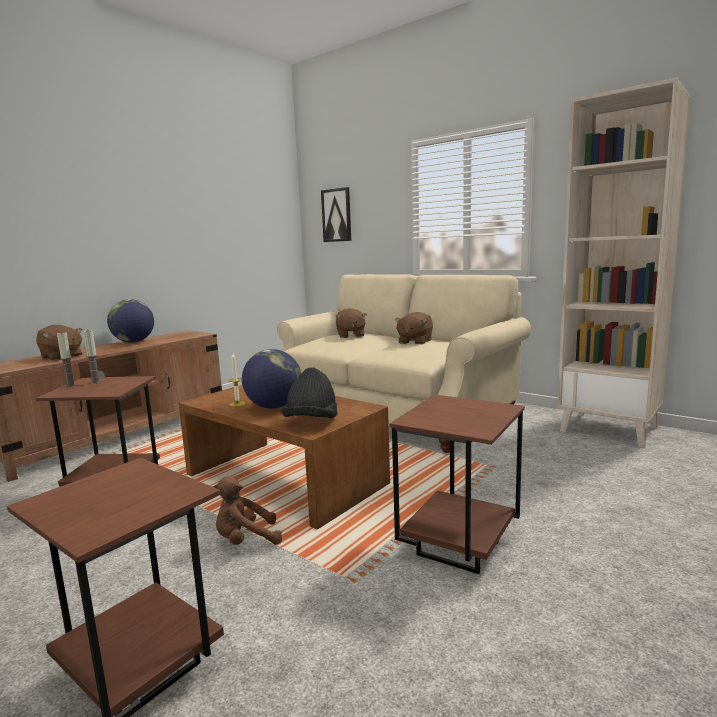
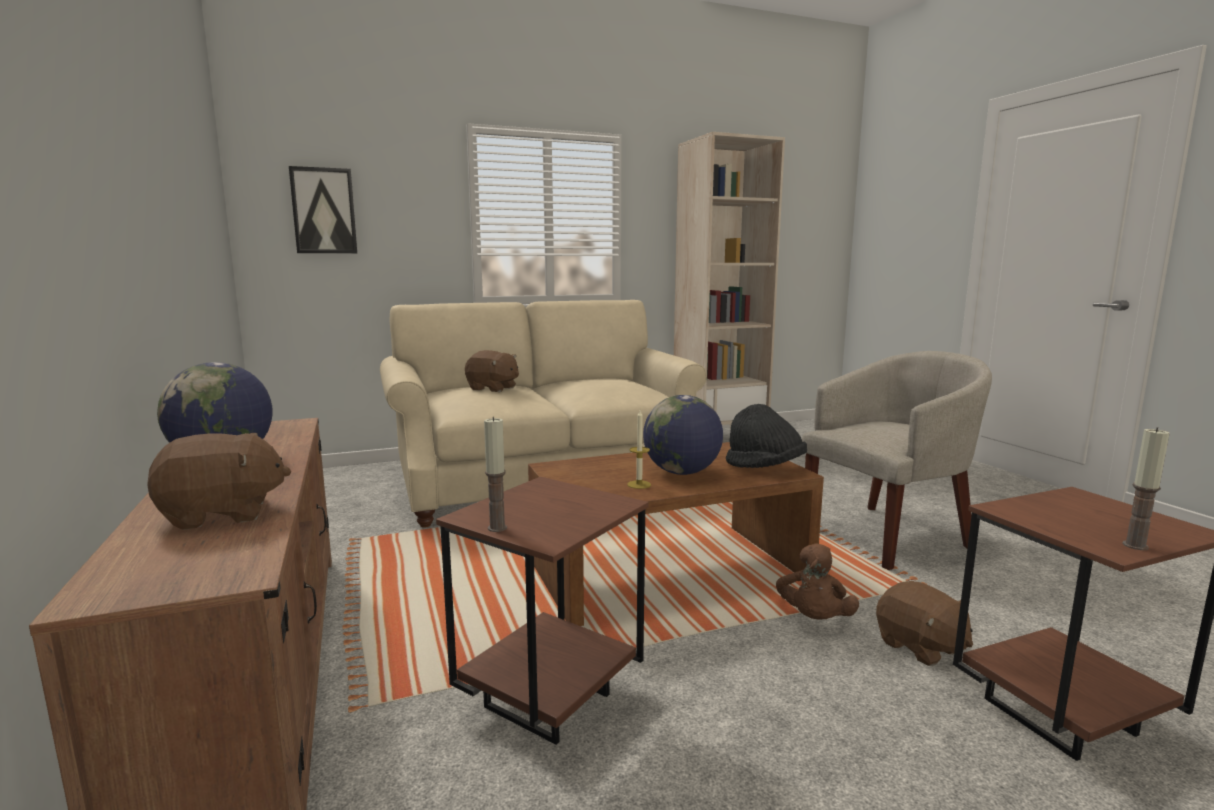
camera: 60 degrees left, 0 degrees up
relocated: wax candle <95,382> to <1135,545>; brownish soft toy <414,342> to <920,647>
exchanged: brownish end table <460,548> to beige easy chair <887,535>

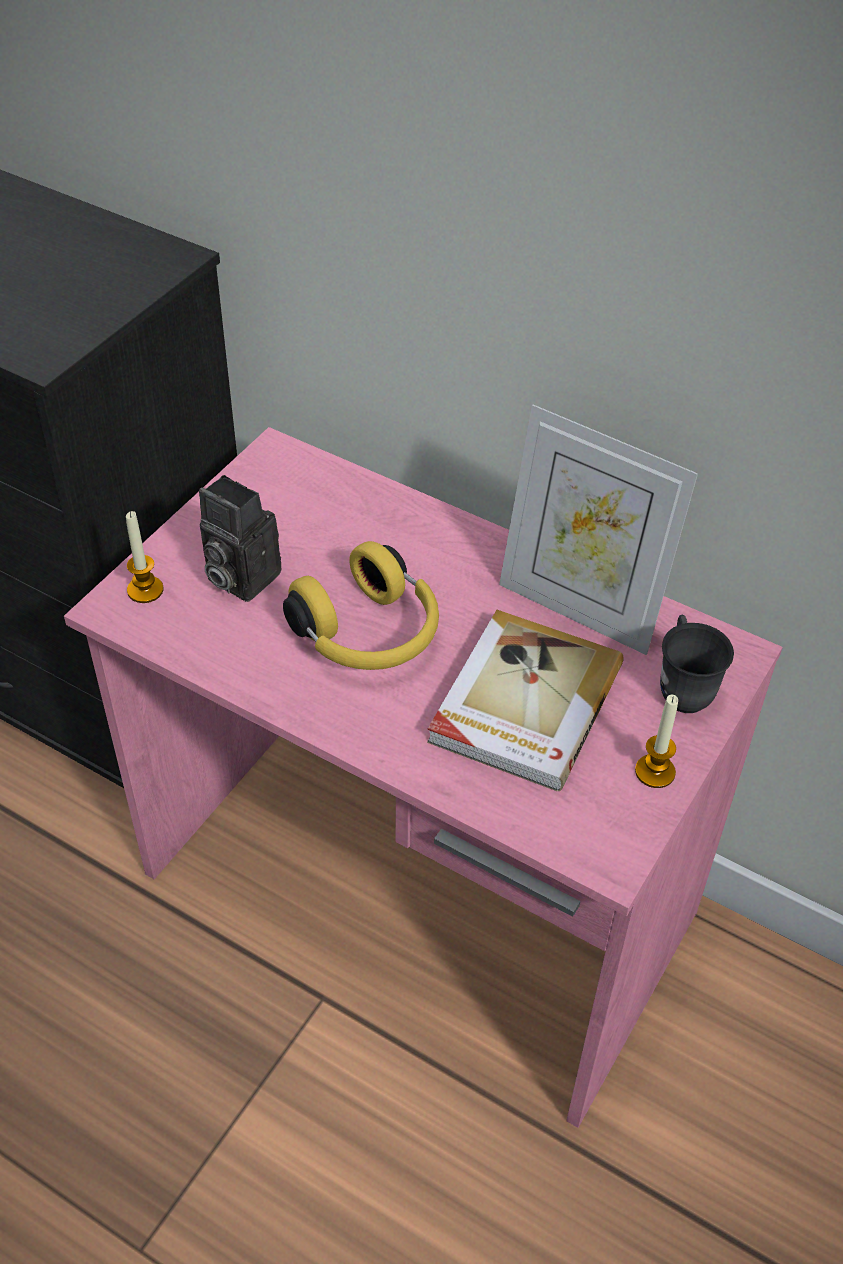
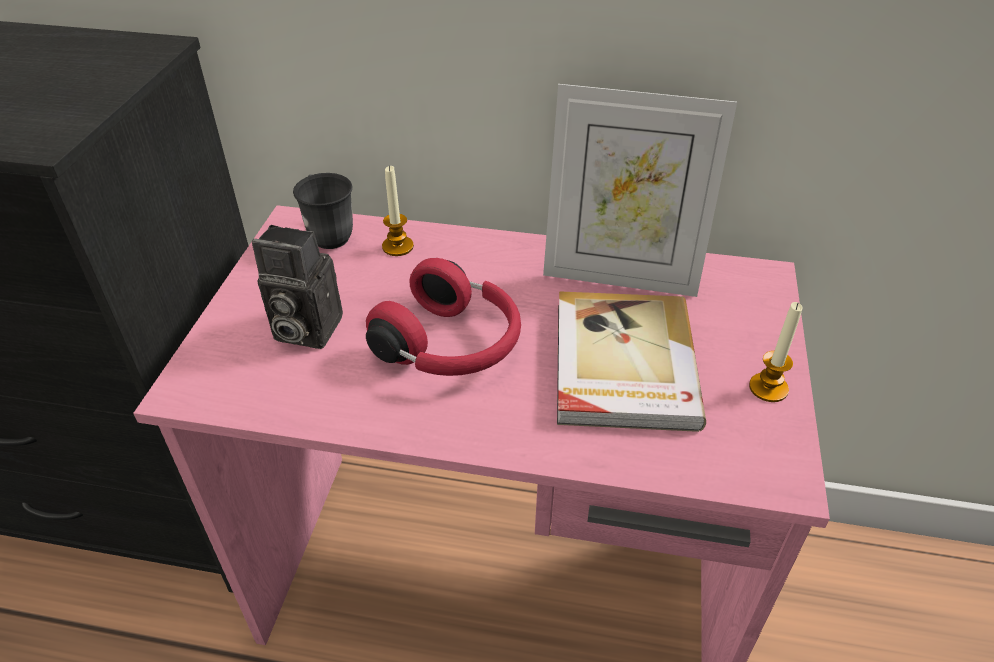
camera: 20 degrees left, 5 degrees down
relocated: wax candle <145,590> to <397,246>; grey tea mug <683,687> to <328,233>
colour: yellowish headset <369,635> to reddish headset <451,346>

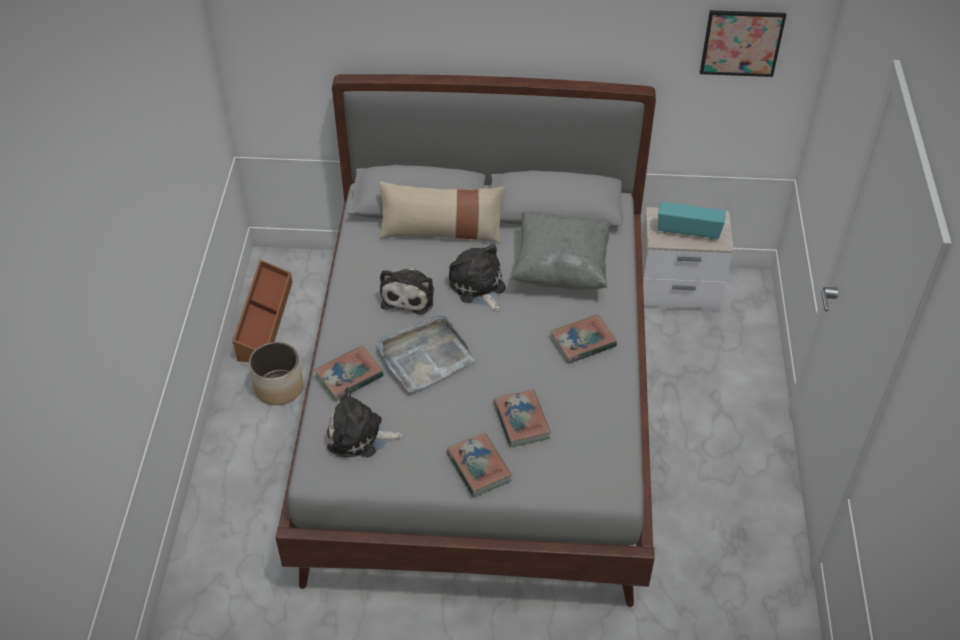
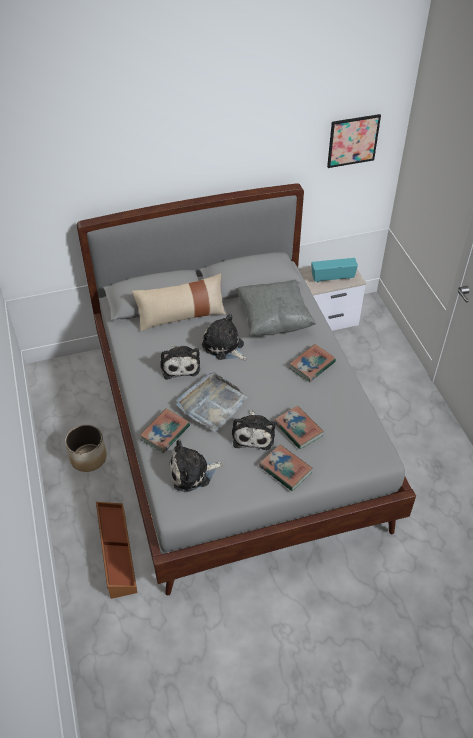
camera: 20 degrees left, 0 degrees up
appeared: soft toy <253,434>
relocated: brownish storage box <264,320> to <116,552>

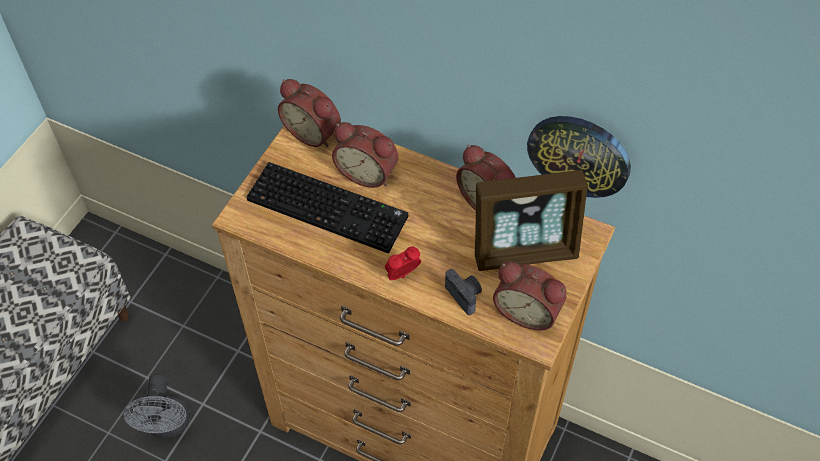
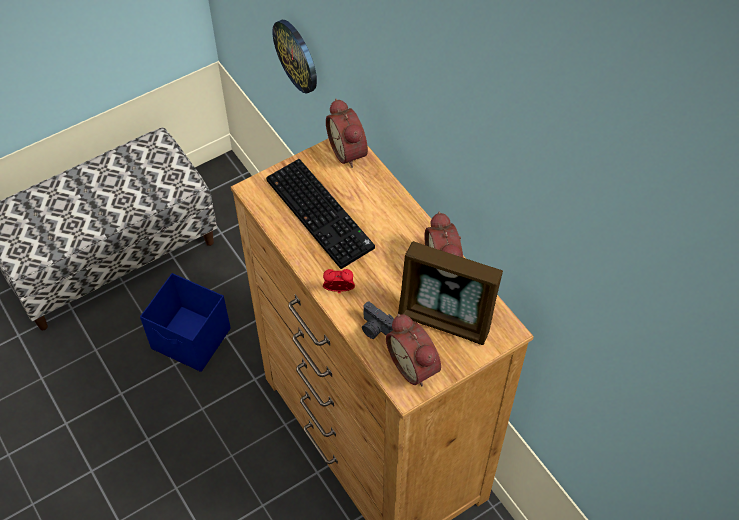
camera: 30 degrees right, 0 degrees up
missing: table clock <368,172>
relocated: hanging clock <579,155> to <296,55>
exchanged: grey fan <168,426> to blue-coloured storage box <192,340>
spun: photo camera <465,295> = <375,329> 135 degrees clockwise

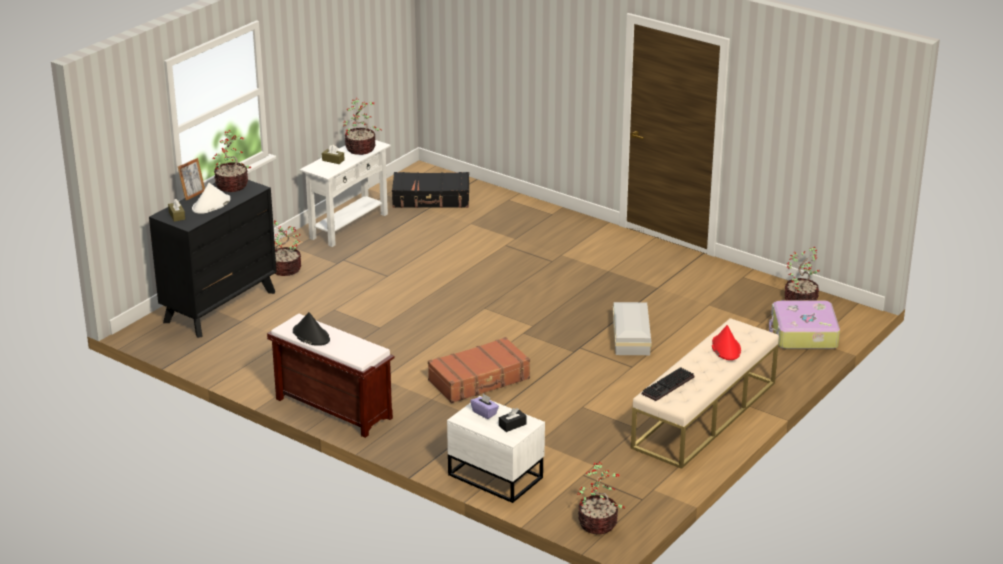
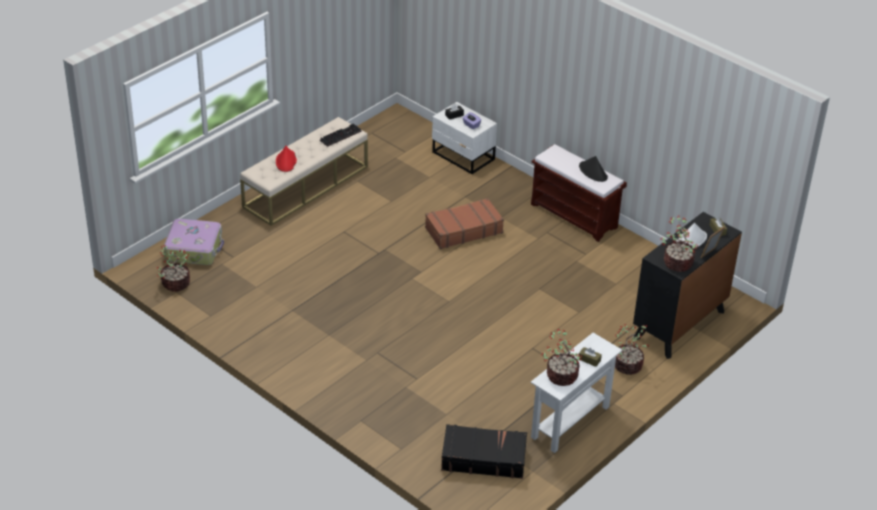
camera: 175 degrees left, 10 degrees up
missing: potted plant <599,524>; white storage box <632,336>

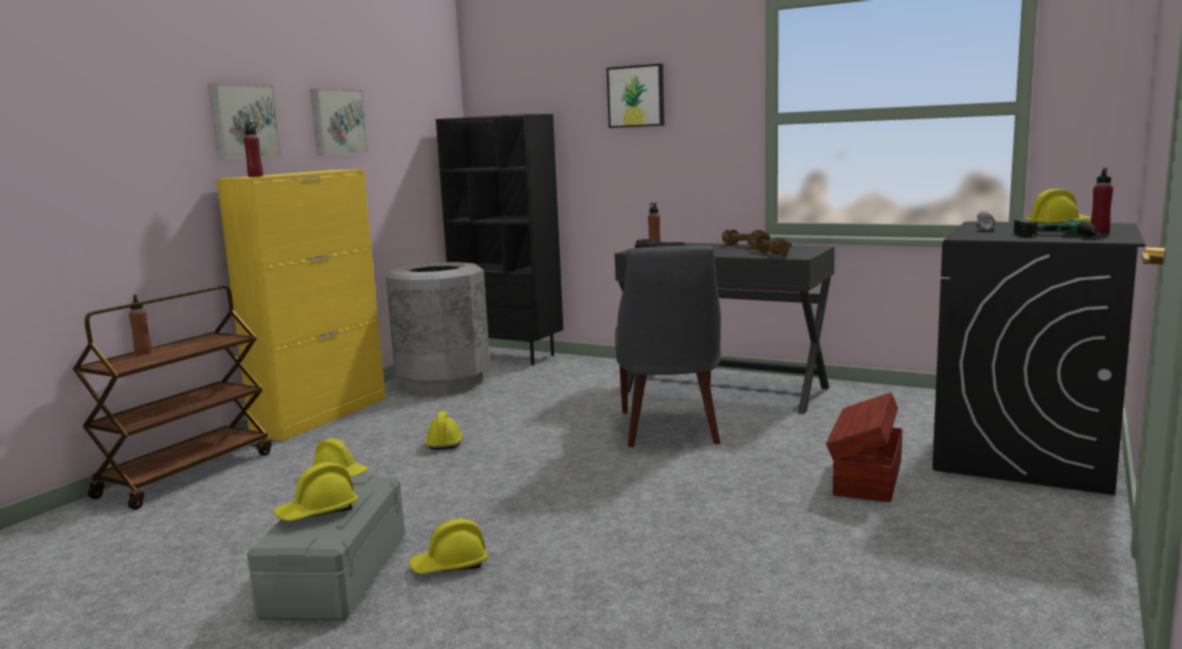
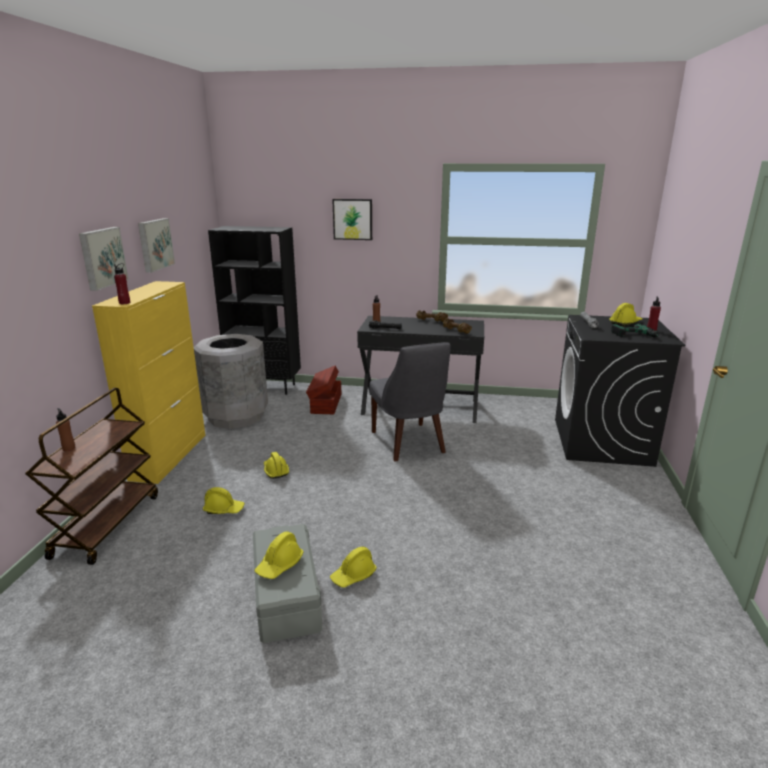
camera: 20 degrees left, 10 degrees up
relocated: brownish storage box <866,477> to <325,403>

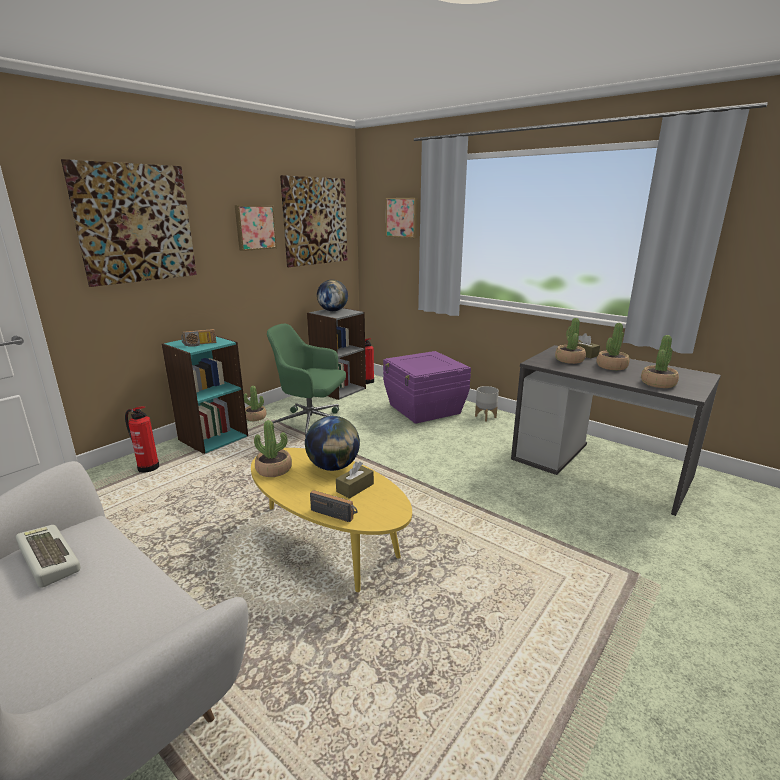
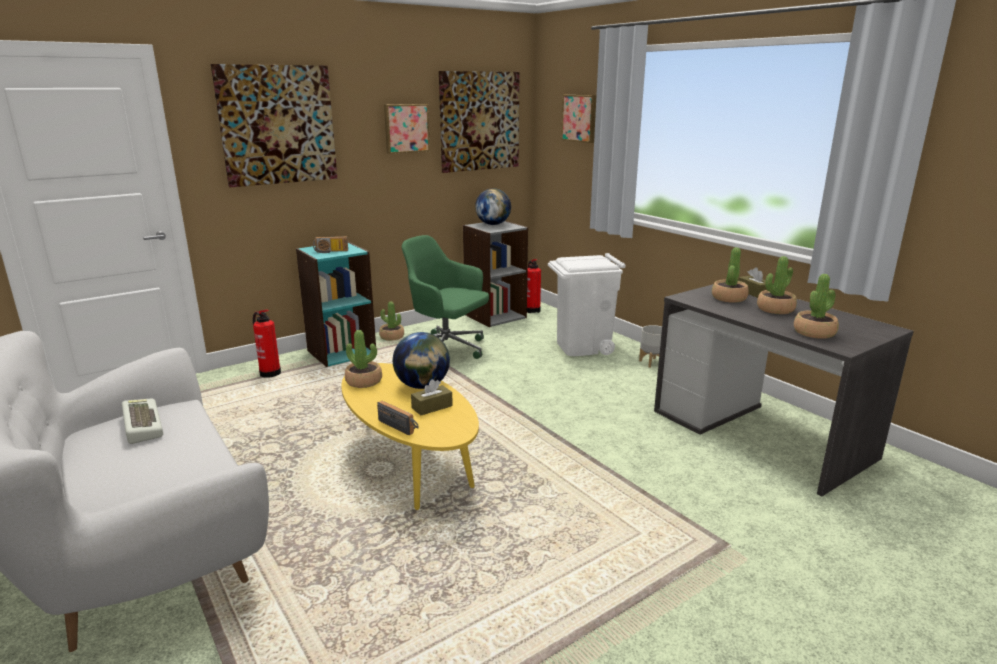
camera: 15 degrees right, 0 degrees up
exchanged: purple-coloured storage box <424,409> to white rubbish bin <582,347>

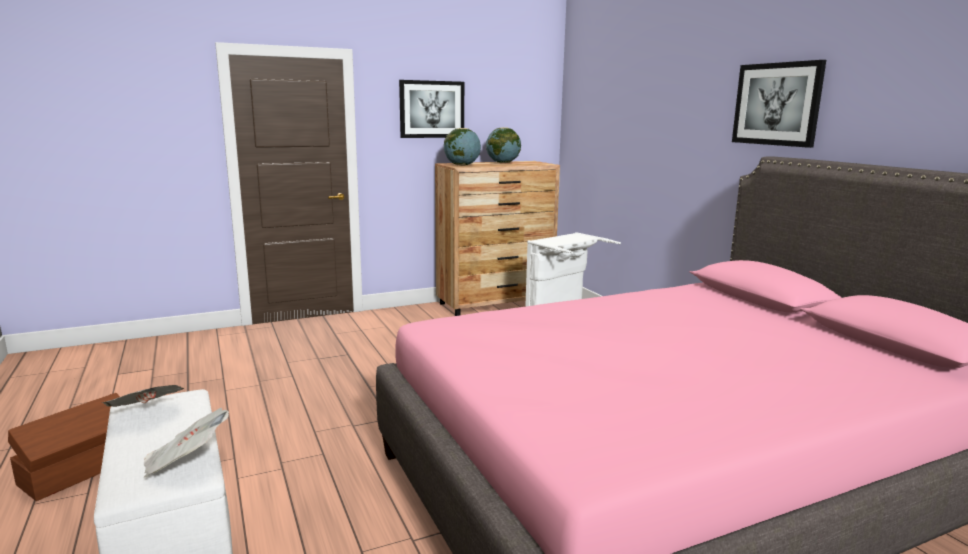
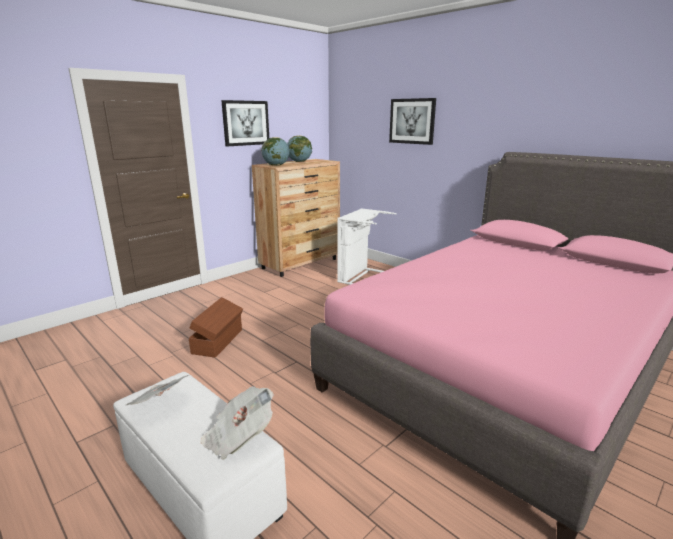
camera: 20 degrees left, 5 degrees up
relocated: brownish storage box <83,470> to <218,341>; picture <777,104> to <412,121>

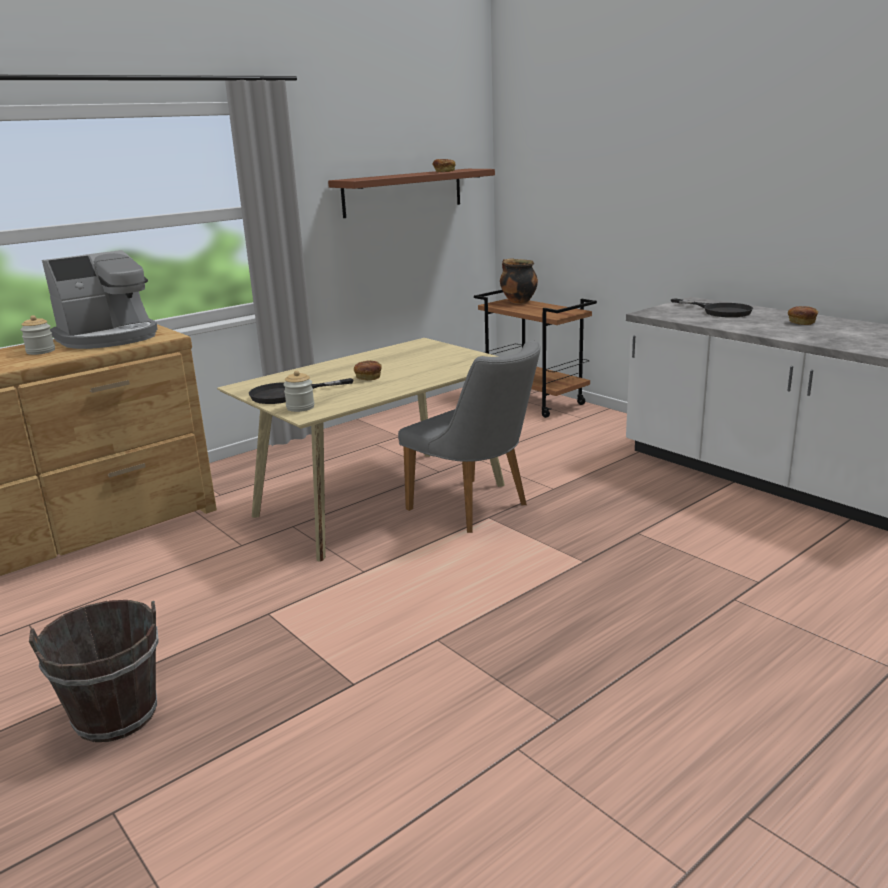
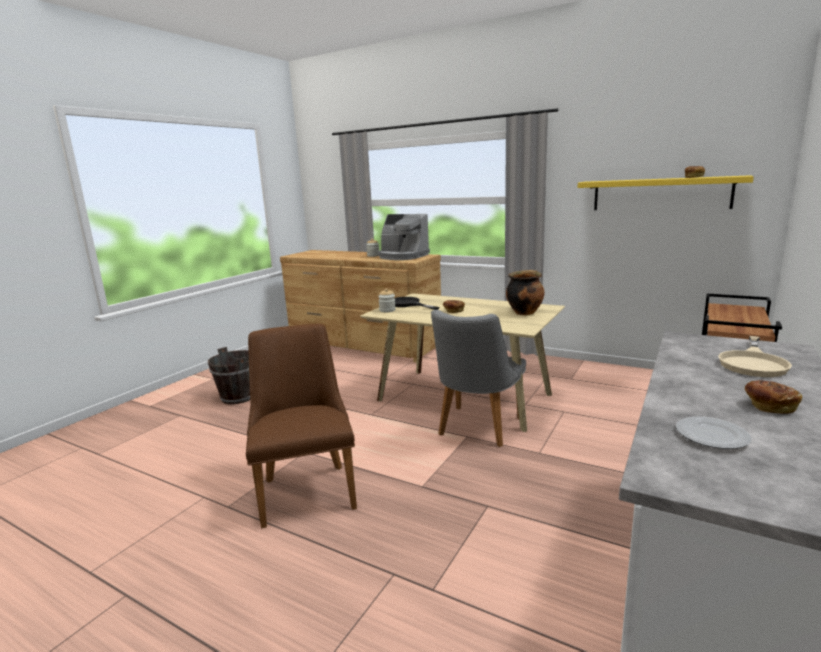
camera: 70 degrees right, 5 degrees down
appeared: brownish upright chair <306,488>; flat dish <711,435>
relocated: saucepot <517,301> to <524,312>
colour: brownish bracket shelf <403,192> to yellowish bracket shelf <660,194>; black skillet <719,311> to beige skillet <753,362>

